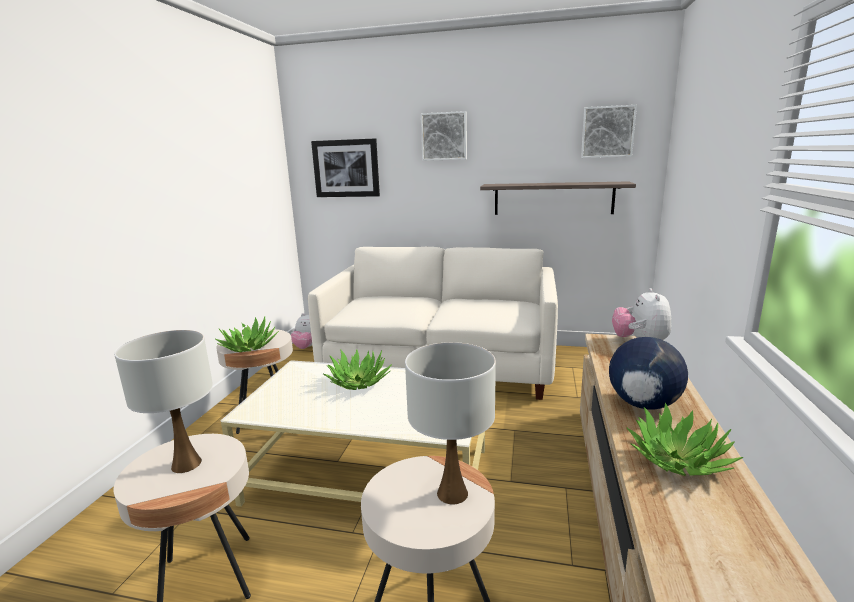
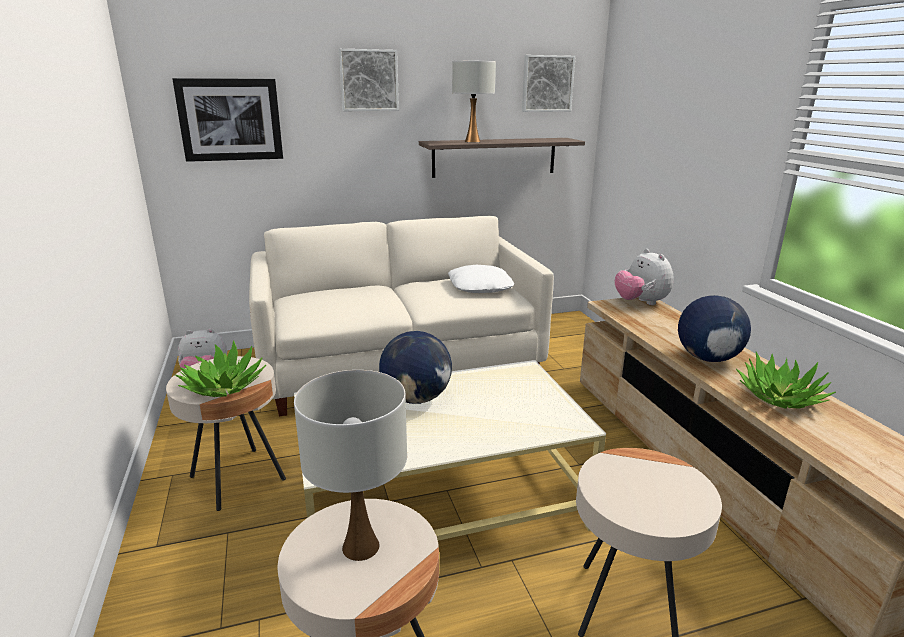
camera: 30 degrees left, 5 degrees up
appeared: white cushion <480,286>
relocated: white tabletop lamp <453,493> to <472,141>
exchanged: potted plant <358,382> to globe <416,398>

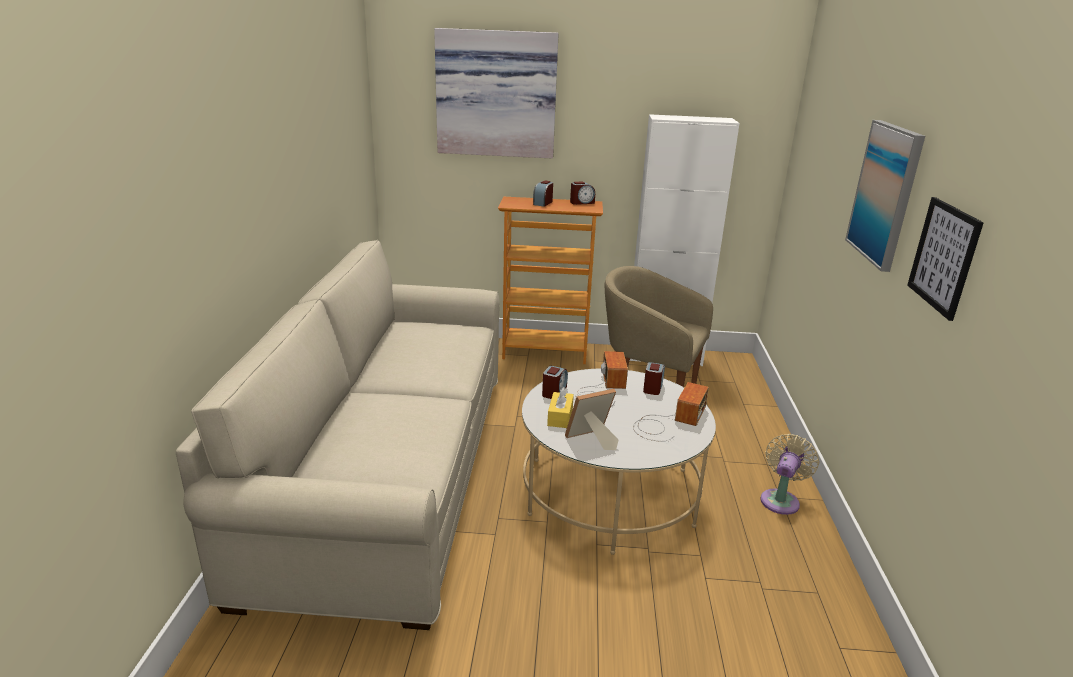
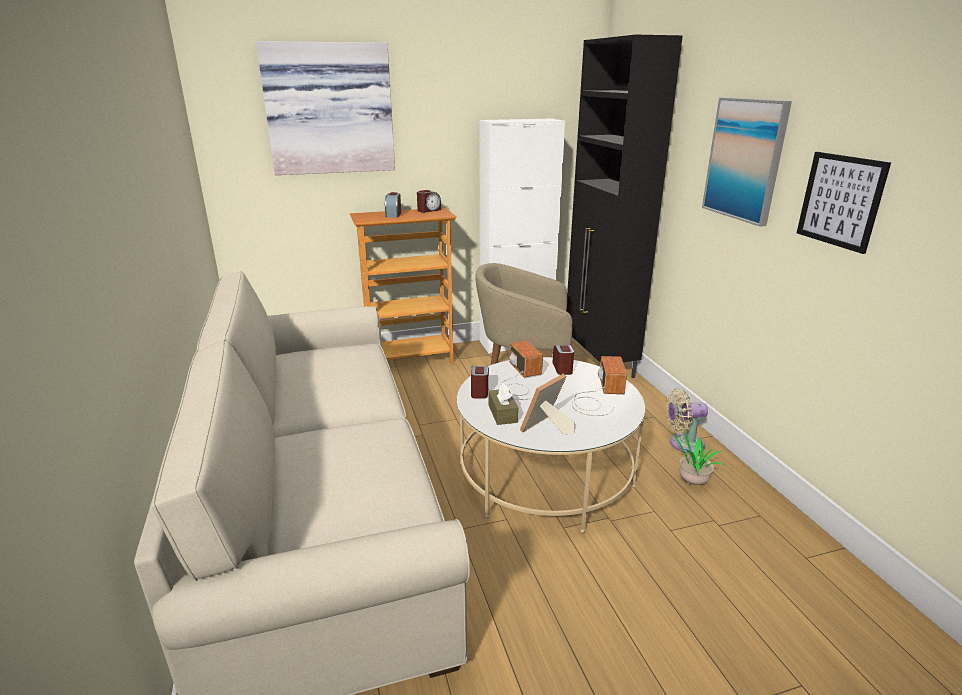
camera: 20 degrees left, 0 degrees up
appeared: black storage cabinet <599,362>; potted plant <690,482>
colour: yellowish tissue holder <560,417> to brownish tissue holder <502,413>
spun: beige fan <781,499> = <683,444> 105 degrees counterclockwise

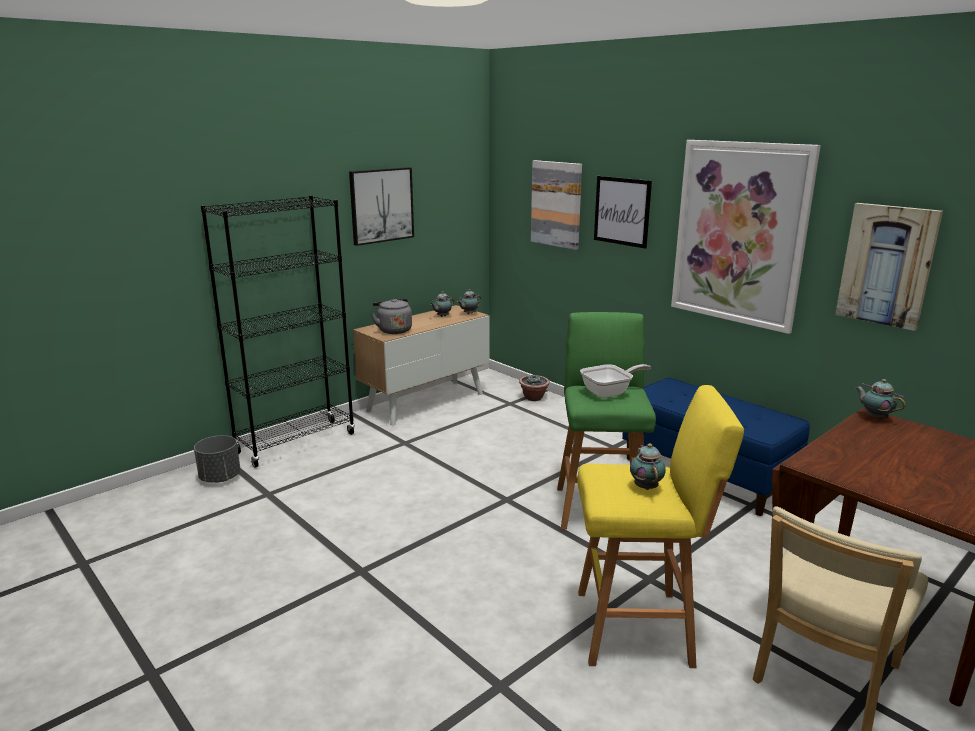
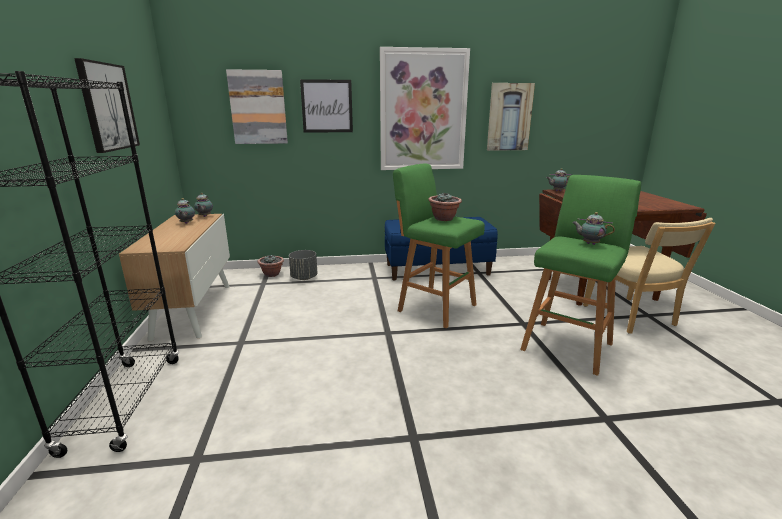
camera: 55 degrees left, 0 degrees up
missing: grey kettle <393,330>
relocated: grey flower pot <220,478> to <304,278>
exchanged: skillet <610,392> to potted plant <444,219>
colour: yellowish sitting stool <638,627> to green-coloured sitting stool <568,345>

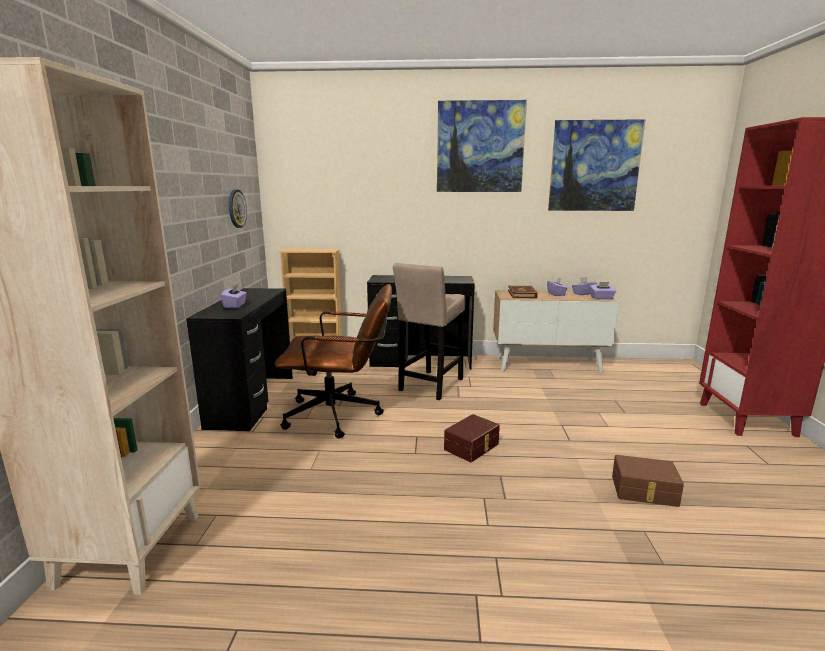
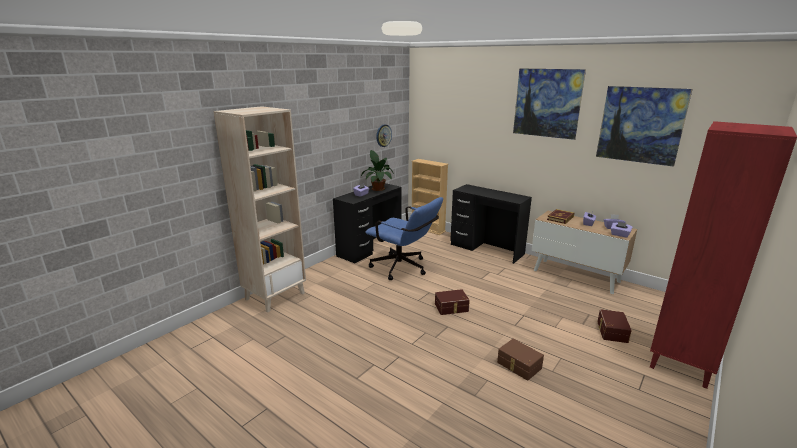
camera: 35 degrees right, 5 degrees up
missing: beige sitting stool <430,386>
appeared: potted plant <378,188>; brownish storage box <611,331>
colour: brownish desk chair <341,415> to blue-coloured desk chair <403,269>

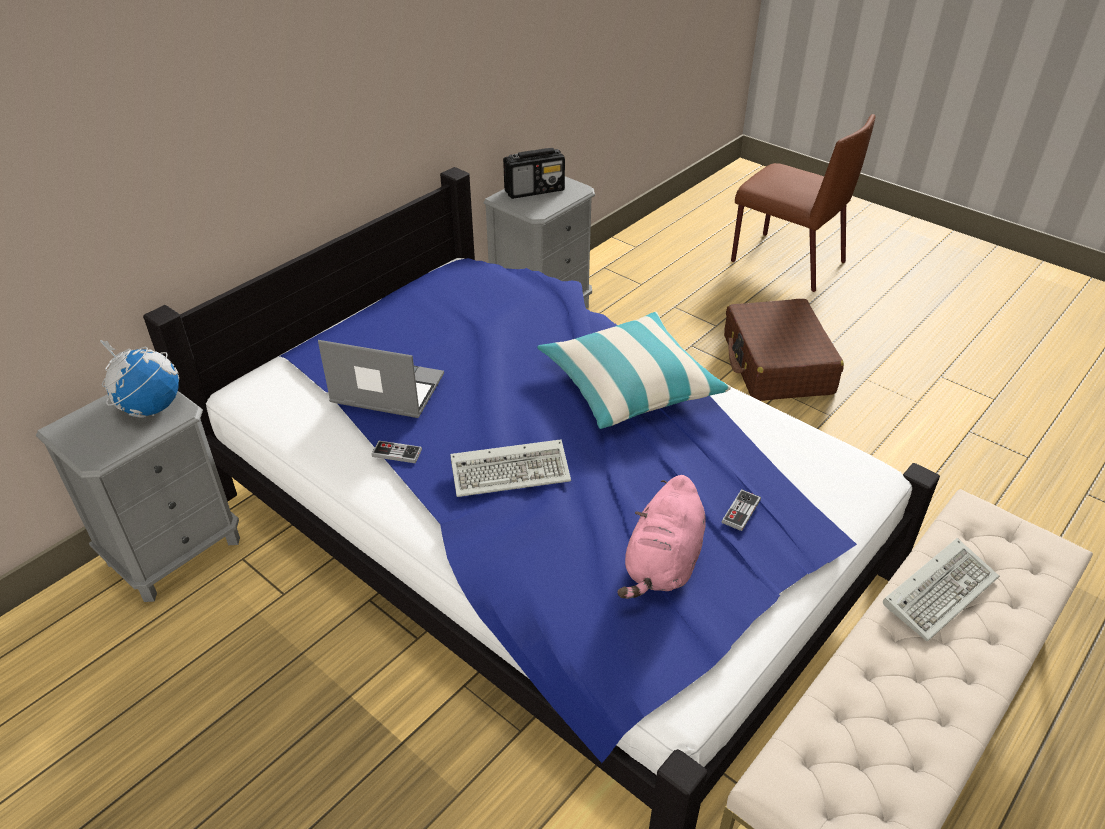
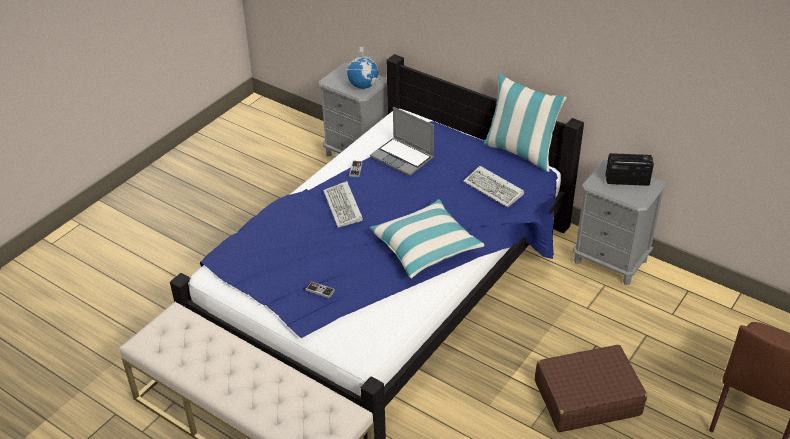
camera: 85 degrees right, 0 degrees up
missing: pink-coloured soft toy <663,564>
appeared: cushion <520,152>
relocated: keyboard <940,589> to <495,189>
spun: laptop <385,390> = <403,157> 120 degrees clockwise; radio receiver <535,190> = <626,180> 120 degrees clockwise

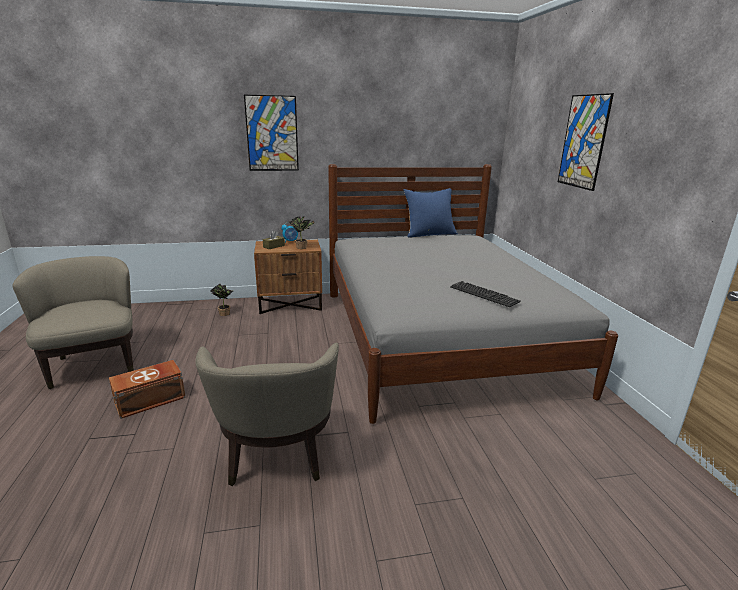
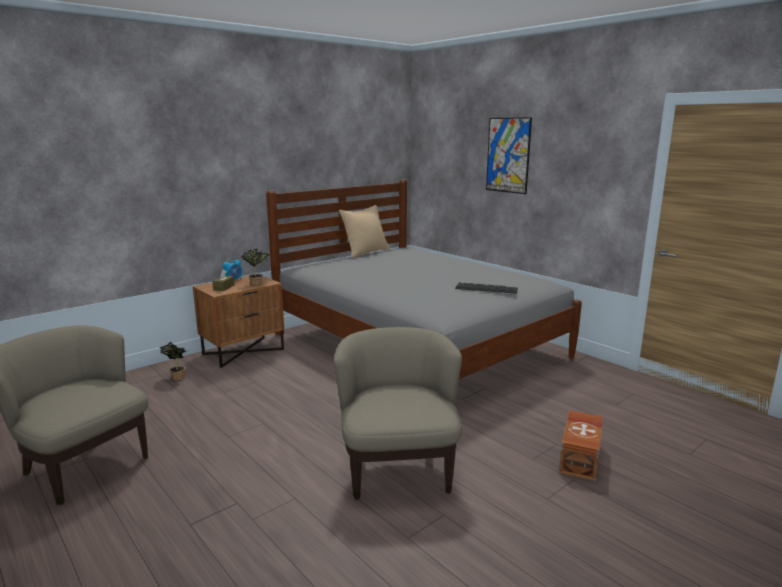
camera: 30 degrees left, 5 degrees down
missing: picture <272,133>
relocated: brownish storage box <151,400> to <581,458>
colour: blue-coloured cushion <429,234> to beige cushion <365,252>
spun: beige easy chair <277,456> = <397,469> 150 degrees counterclockwise

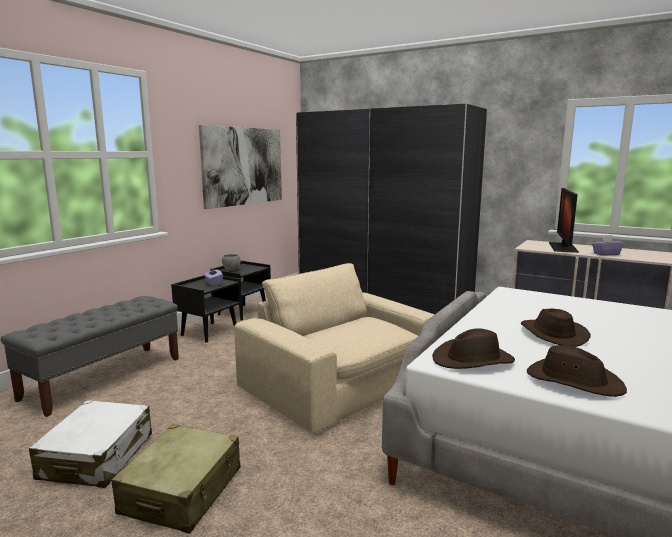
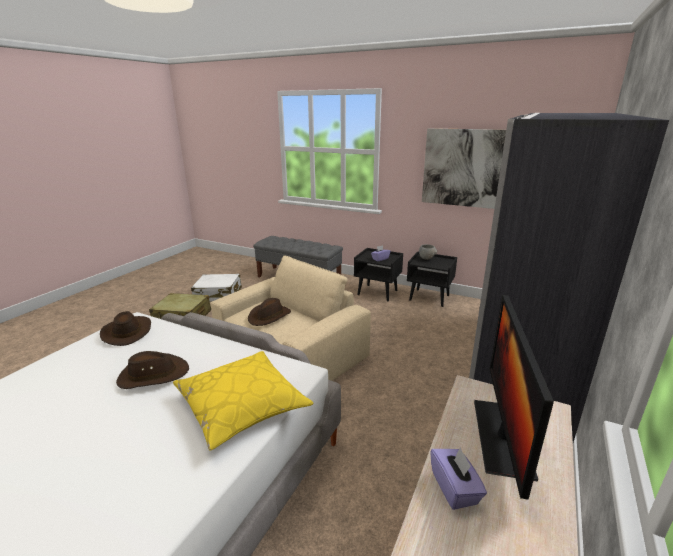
camera: 85 degrees right, 10 degrees up
appeared: yellowish cushion <242,405>
relocated: brownish wearable hat <573,381> to <269,316>
spun: computer display <563,247> = <502,436> 90 degrees counterclockwise

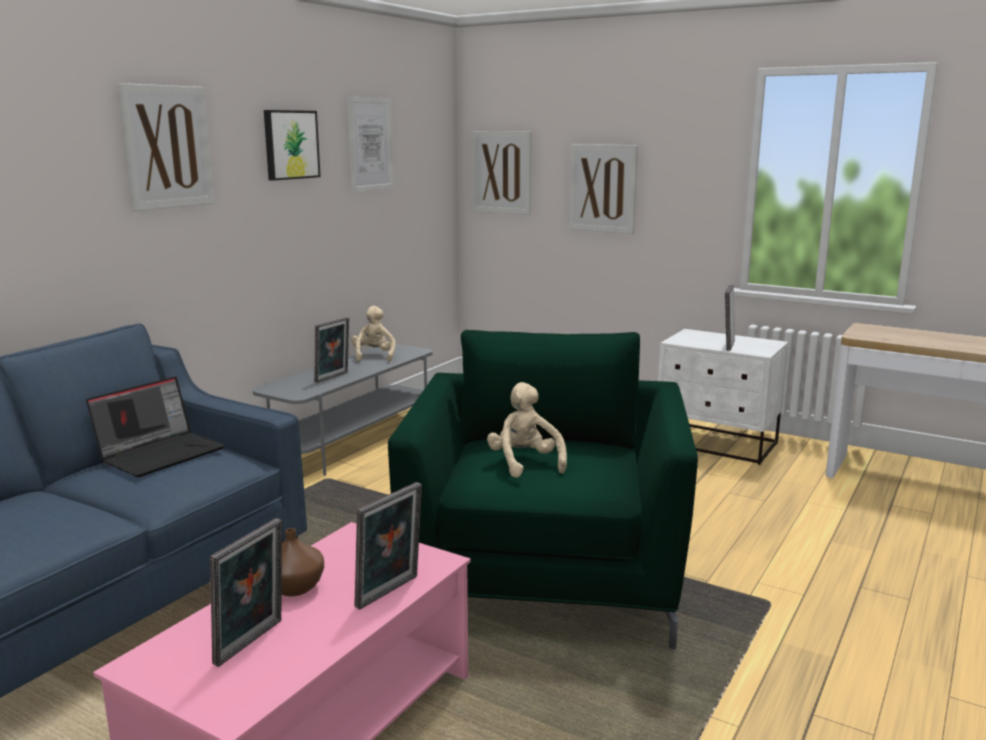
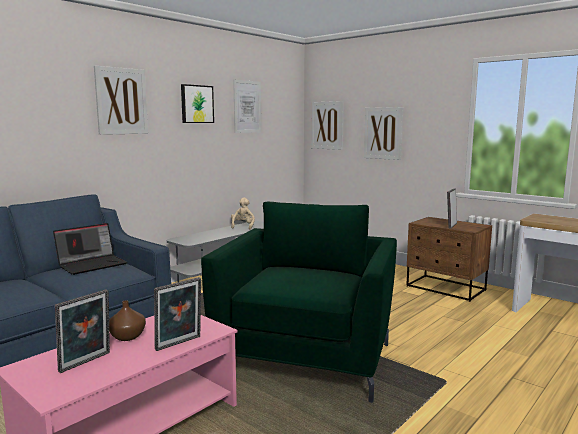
camera: 10 degrees right, 5 degrees down
missing: picture frame <333,377>; beige soft toy <525,463>
colour: white bedside table <716,444> to brownish bedside table <445,288>

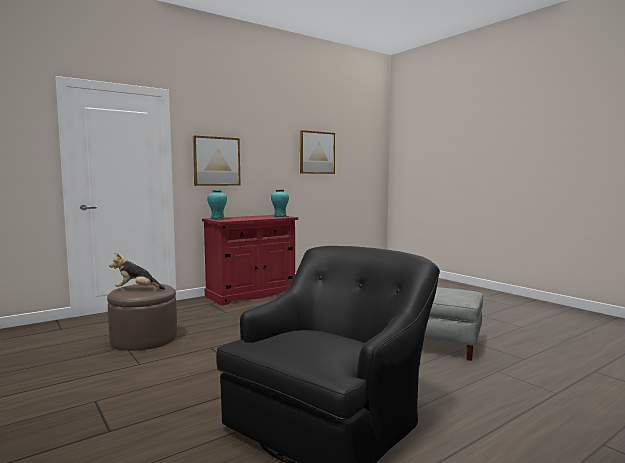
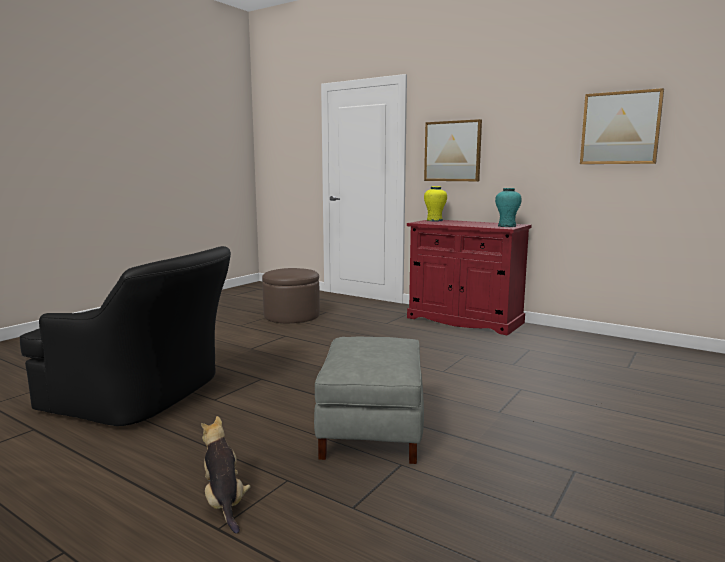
camera: 70 degrees right, 5 degrees up
relocated: soft toy <137,290> to <224,502>
colour: turquoise flower vase <217,218> to yellowish flower vase <434,220>

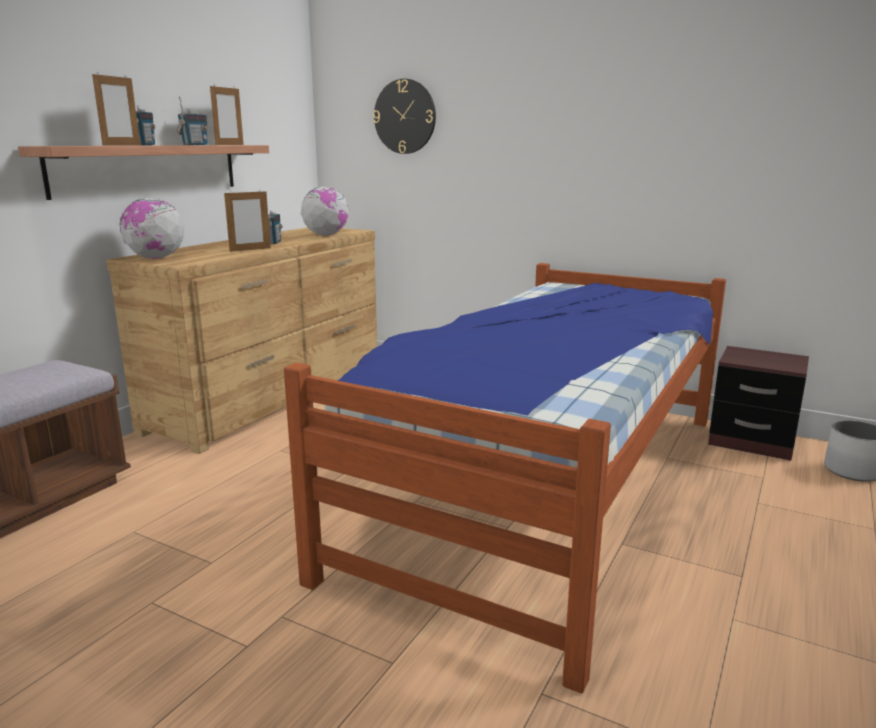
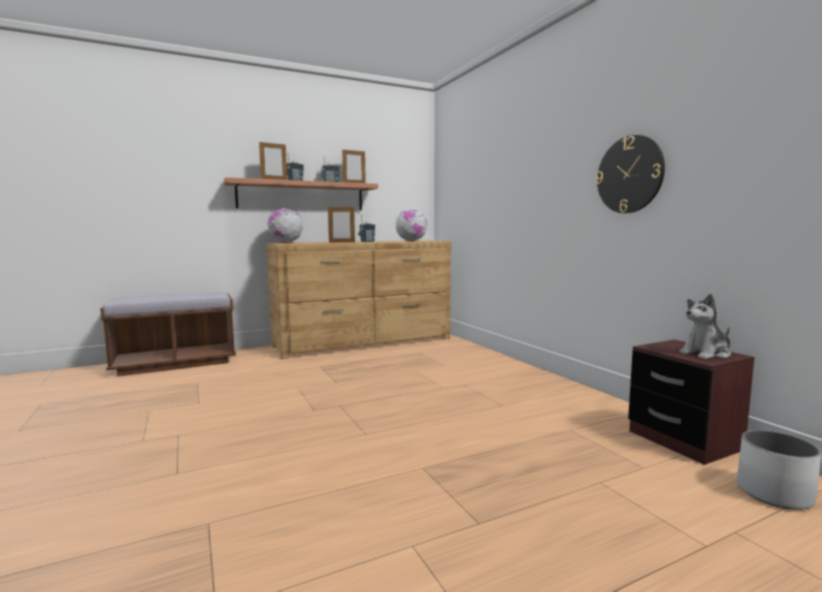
camera: 35 degrees right, 10 degrees down
missing: sleeping bed <546,485>
appeared: soft toy <706,354>
relocated: hanging clock <405,116> to <629,174>

